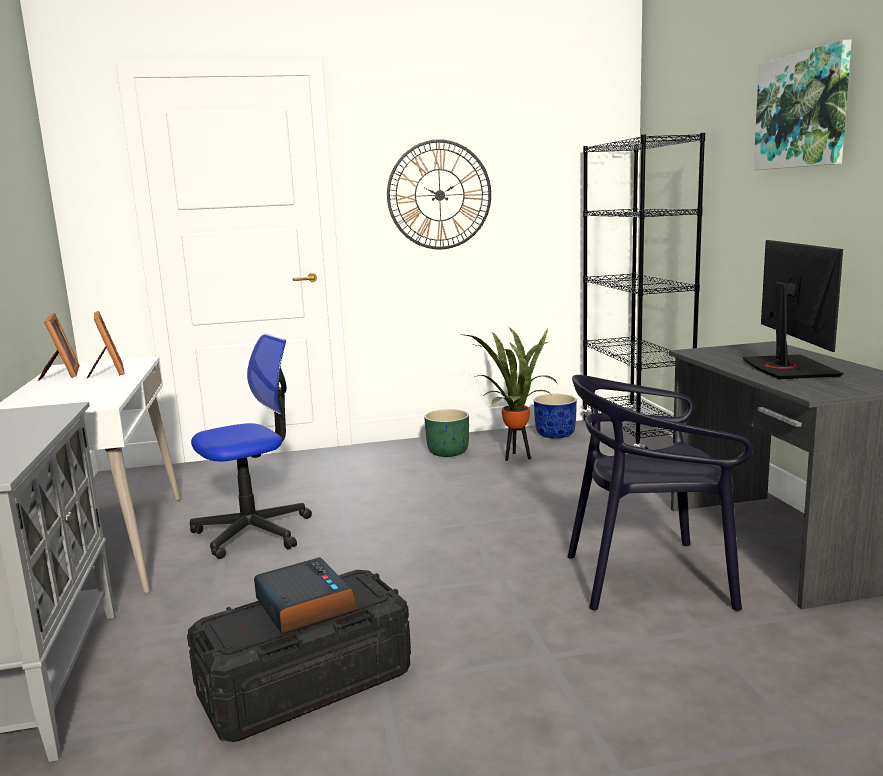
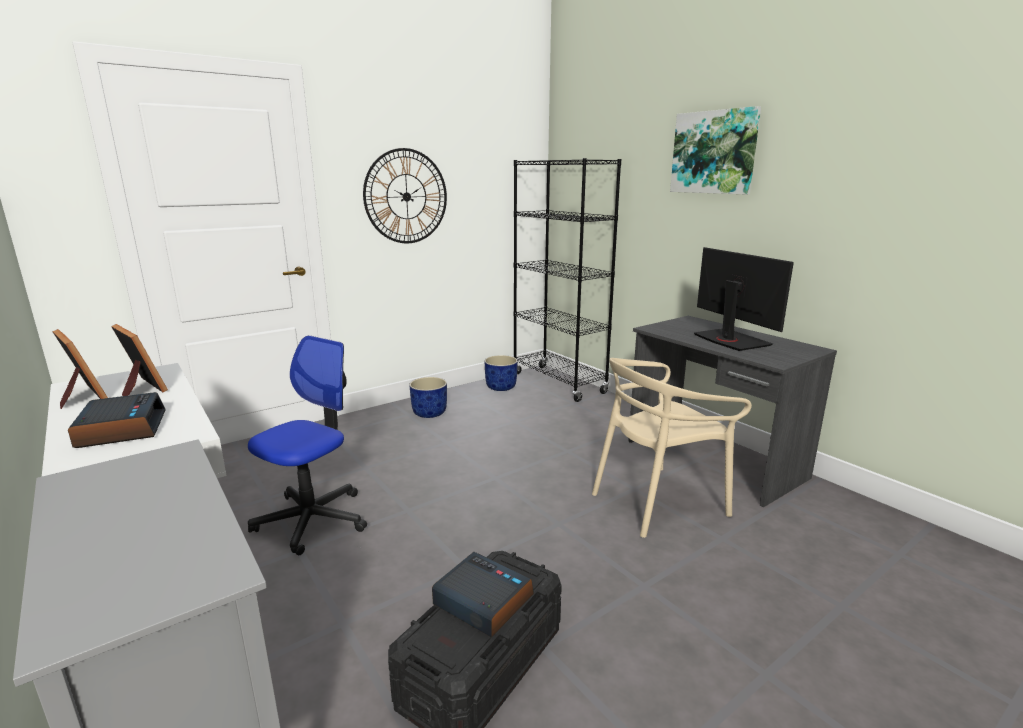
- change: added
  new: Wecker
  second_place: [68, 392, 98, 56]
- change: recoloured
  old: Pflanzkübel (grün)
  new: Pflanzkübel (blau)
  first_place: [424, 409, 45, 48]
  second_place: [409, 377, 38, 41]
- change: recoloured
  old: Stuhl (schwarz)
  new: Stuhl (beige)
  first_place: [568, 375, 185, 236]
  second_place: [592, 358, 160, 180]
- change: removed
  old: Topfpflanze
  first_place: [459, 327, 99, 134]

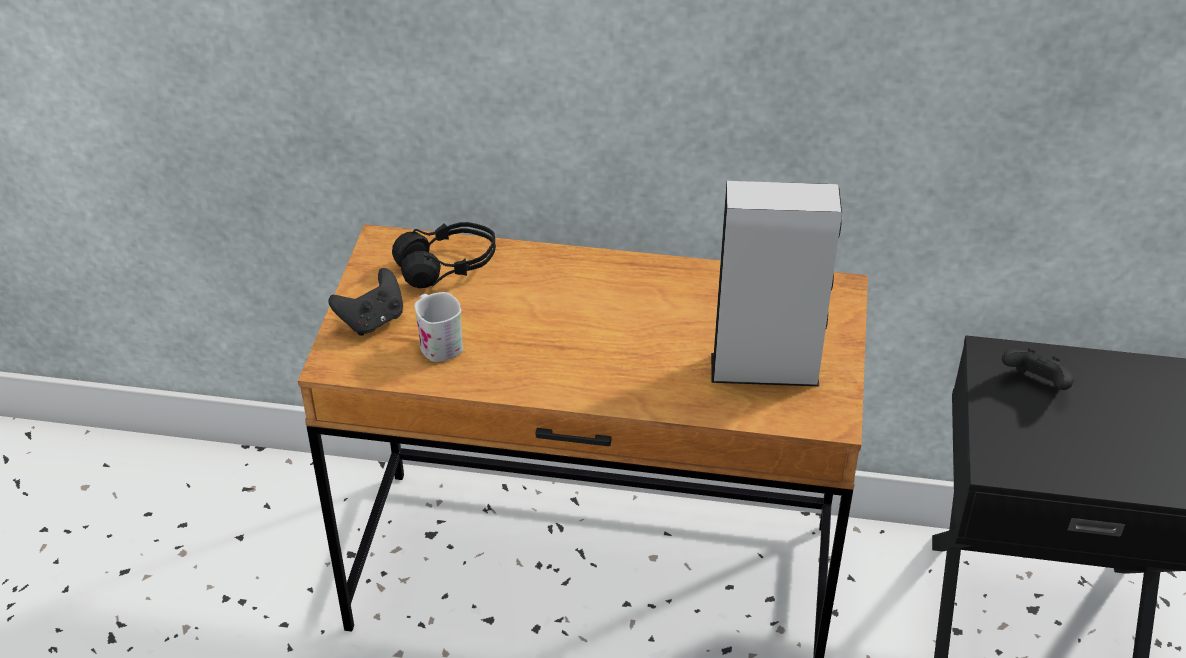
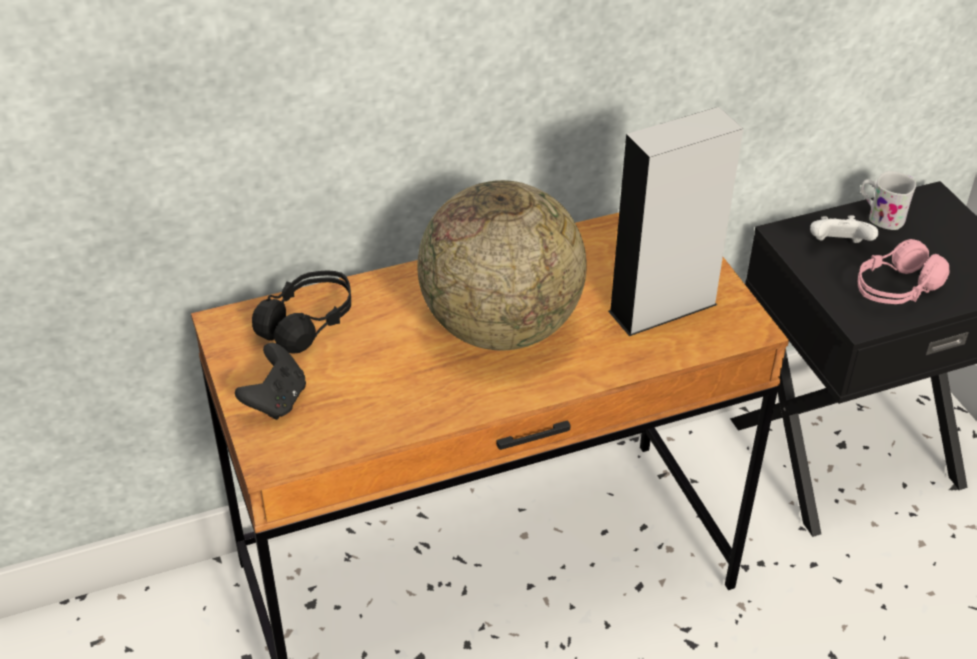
- change: added
  new: Globus
  second_place: [417, 180, 170, 170]
- change: recoloured
  old: Gamepad (schwarz)
  new: Gamepad (weiß)
  first_place: [1002, 348, 72, 42]
  second_place: [810, 215, 68, 28]
- change: added
  new: Kopfhörer (rosa)
  second_place: [858, 239, 91, 65]
- change: moved
  old: Henkelbecher (weiß)
  first_place: [414, 292, 49, 70]
  second_place: [861, 171, 55, 59]

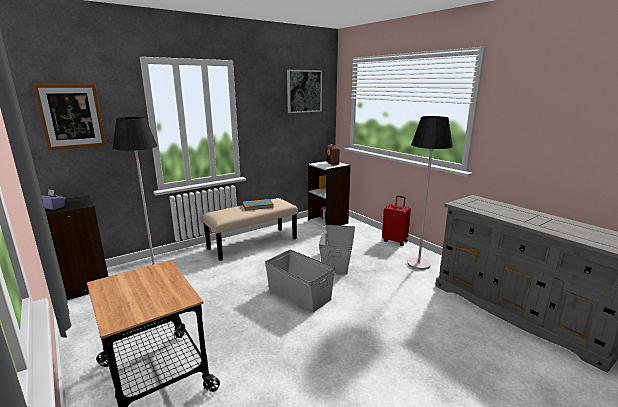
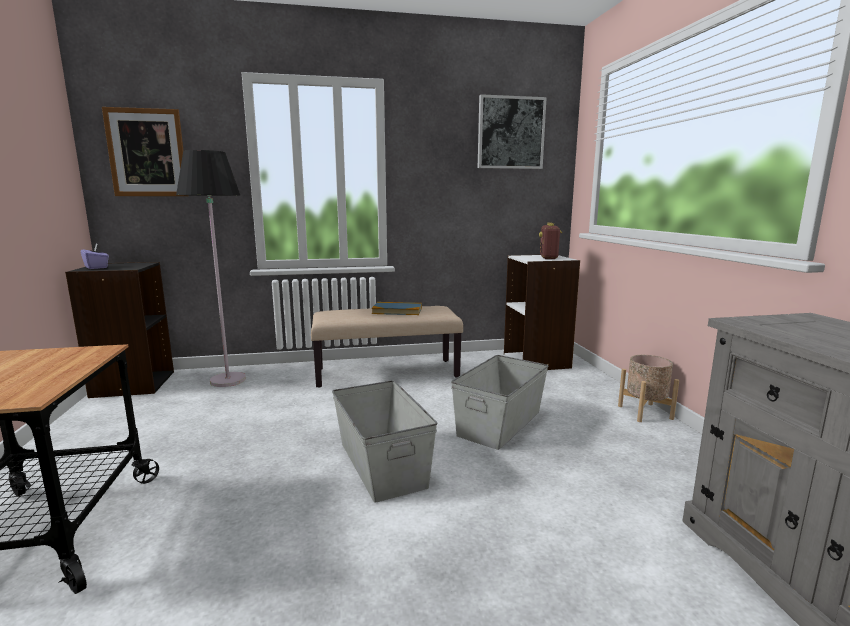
- change: replaced
  old: Koffer (rot)
  new: Pflanzkübel (beige)
  first_place: [382, 196, 29, 50]
  second_place: [618, 355, 61, 67]
- change: removed
  old: Stehlampe (schwarz)
  first_place: [407, 116, 46, 154]

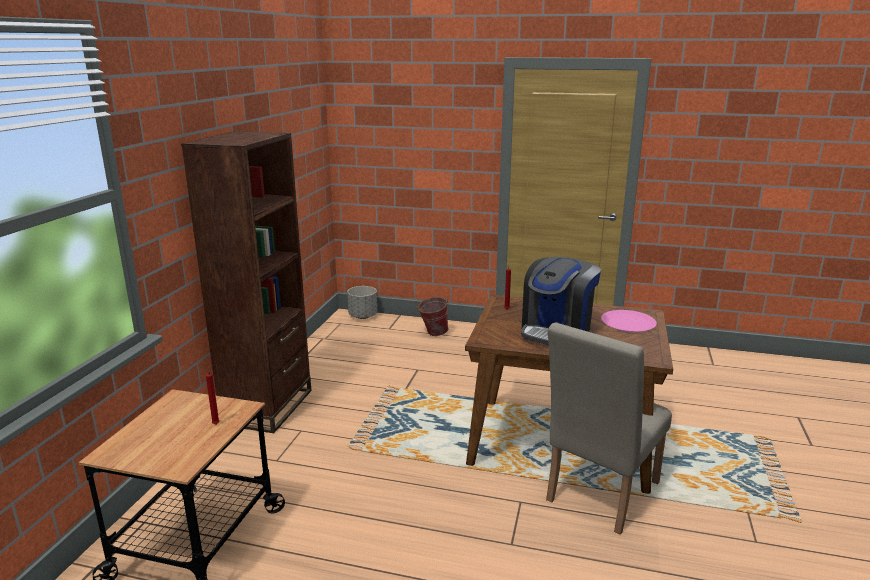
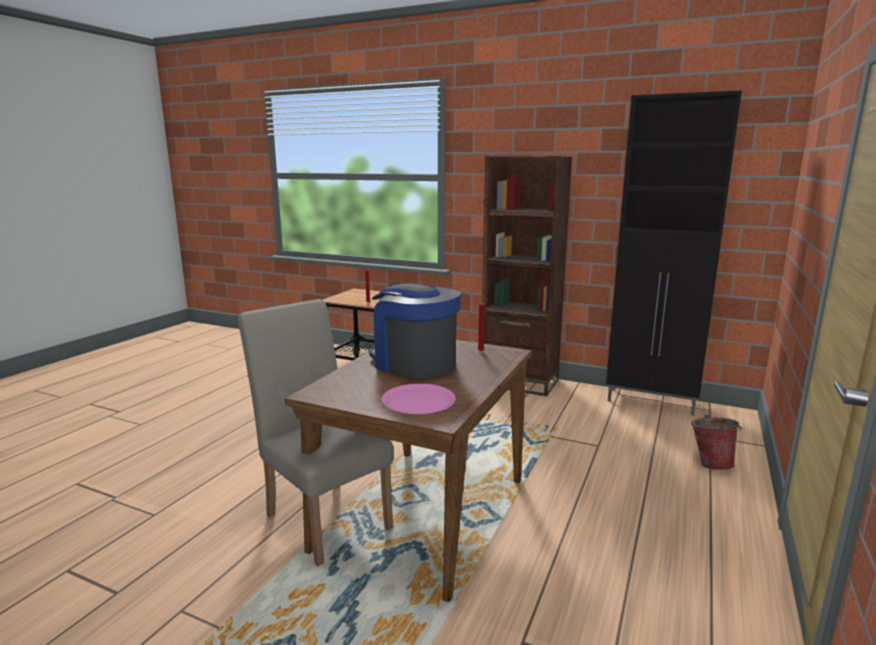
- change: added
  new: Schrank (schwarz)
  second_place: [606, 90, 136, 326]
- change: removed
  old: Pflanzkübel (grau)
  first_place: [347, 286, 30, 33]

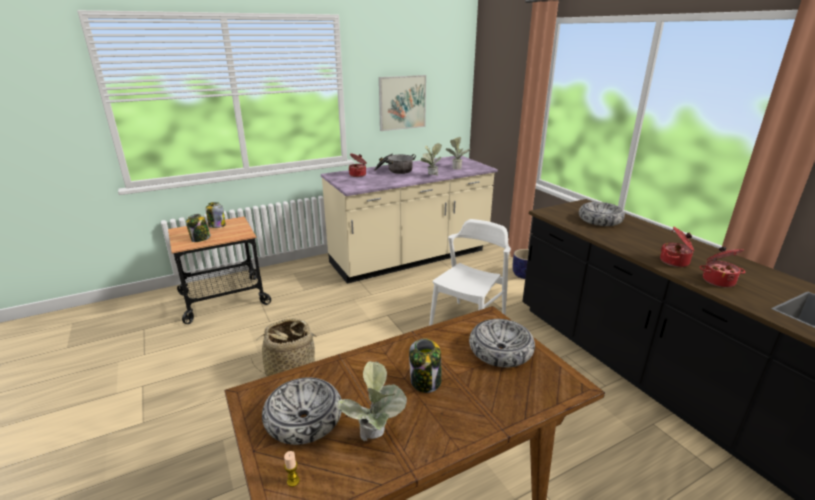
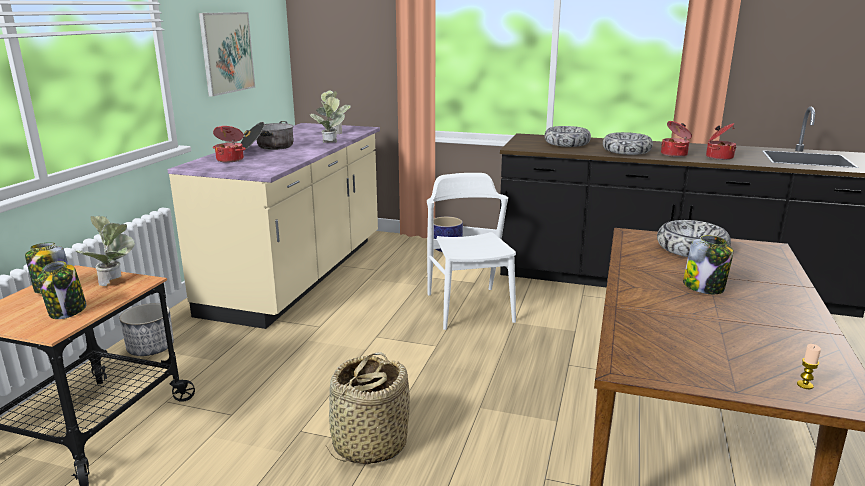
- change: moved
  old: Topfpflanze
  first_place: [338, 361, 69, 80]
  second_place: [76, 216, 59, 70]
- change: added
  new: Pflanzkübel
  second_place: [119, 303, 55, 53]
- change: moved
  old: Schüssel
  first_place: [262, 377, 80, 68]
  second_place: [603, 132, 50, 23]

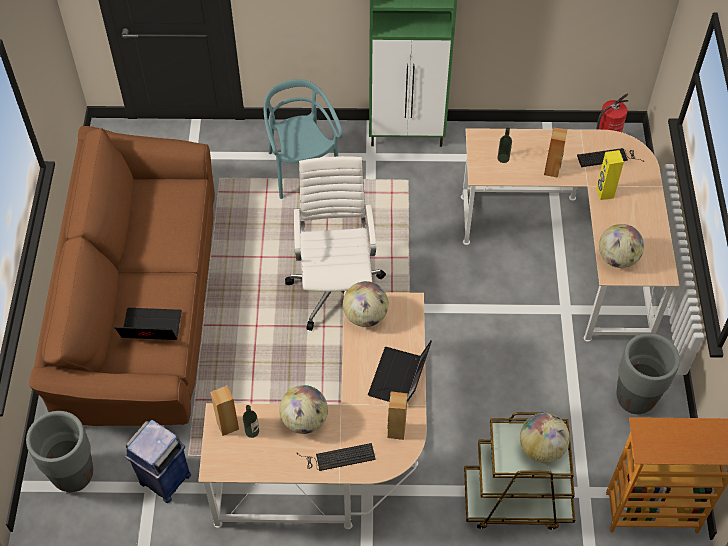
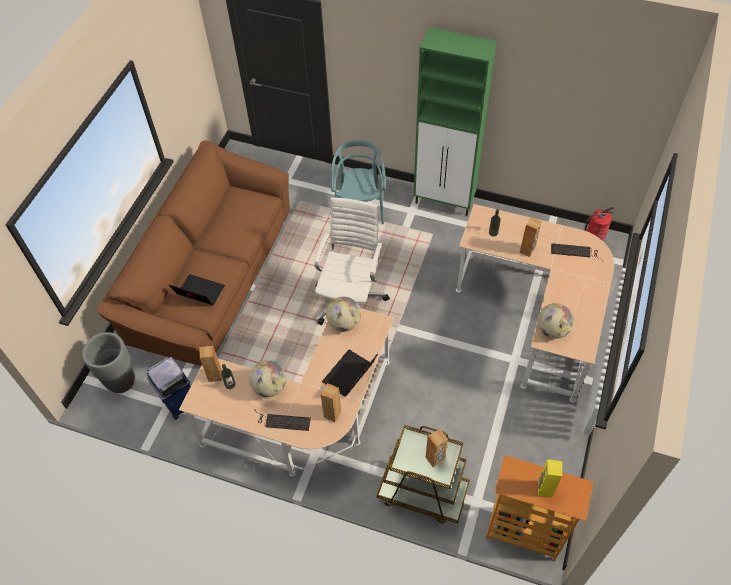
- change: replaced
  old: Globus
  new: Lautsprecher (braun)
  first_place: [520, 413, 50, 50]
  second_place: [426, 429, 22, 38]
- change: moved
  old: Lautsprecher (gelb)
  first_place: [596, 150, 28, 50]
  second_place: [538, 459, 24, 38]
- change: removed
  old: Pflanzkübel (grau)
  first_place: [616, 333, 64, 81]

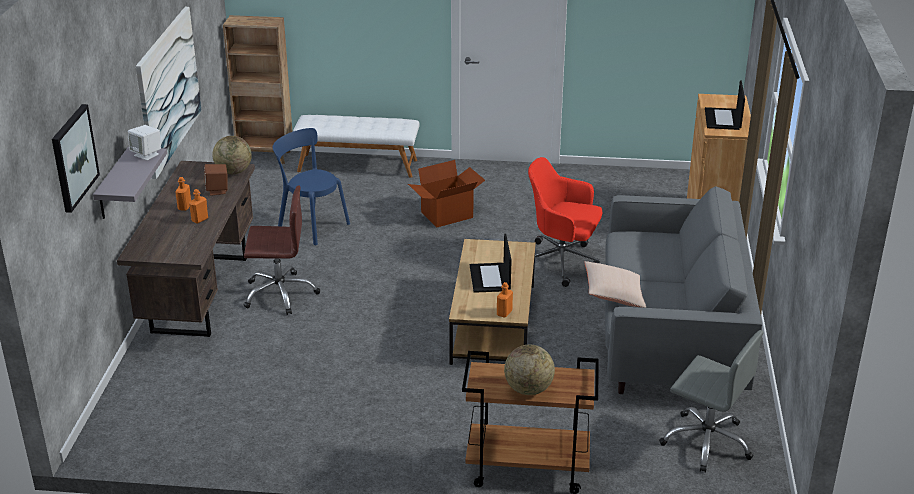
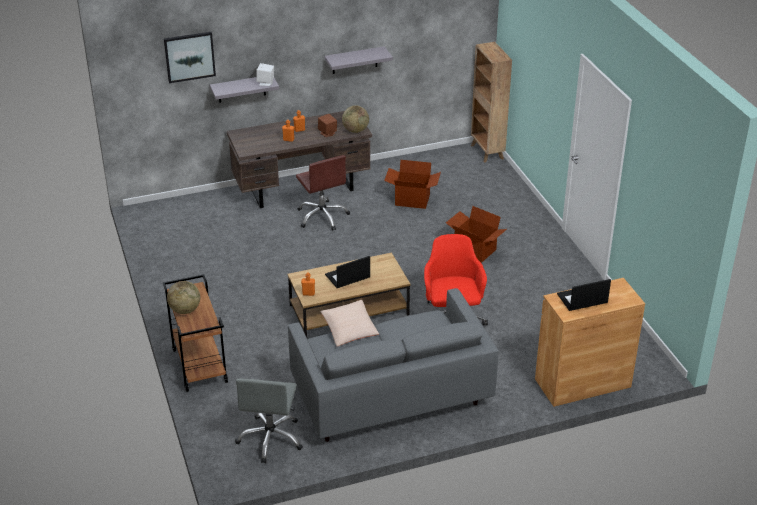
- change: replaced
  old: Bild
  new: Wandregal (grau)
  first_place: [136, 7, 66, 172]
  second_place: [325, 46, 68, 28]
- change: replaced
  old: Stuhl (blau)
  new: Karton
  first_place: [272, 128, 78, 117]
  second_place: [384, 160, 57, 49]
- change: removed
  old: Bank (weiß)
  first_place: [293, 115, 126, 63]

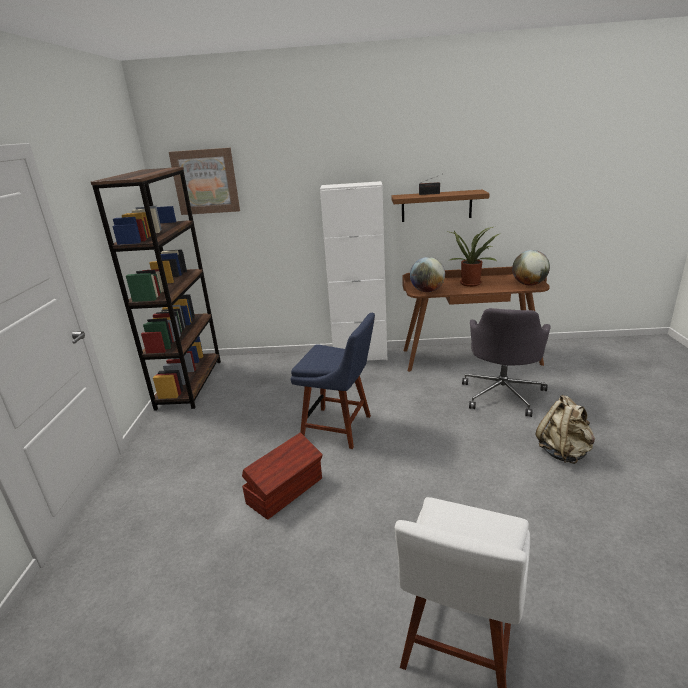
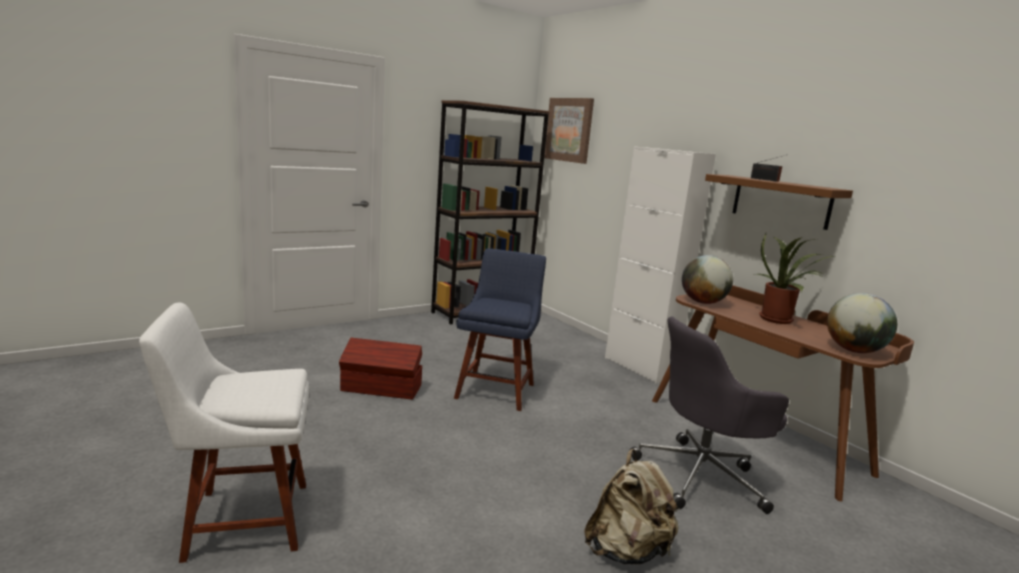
- change: turned
  old: Stuhl (blau)
  first_place: [291, 313, 84, 136]
  second_place: [454, 248, 92, 163]
  degrees: -150

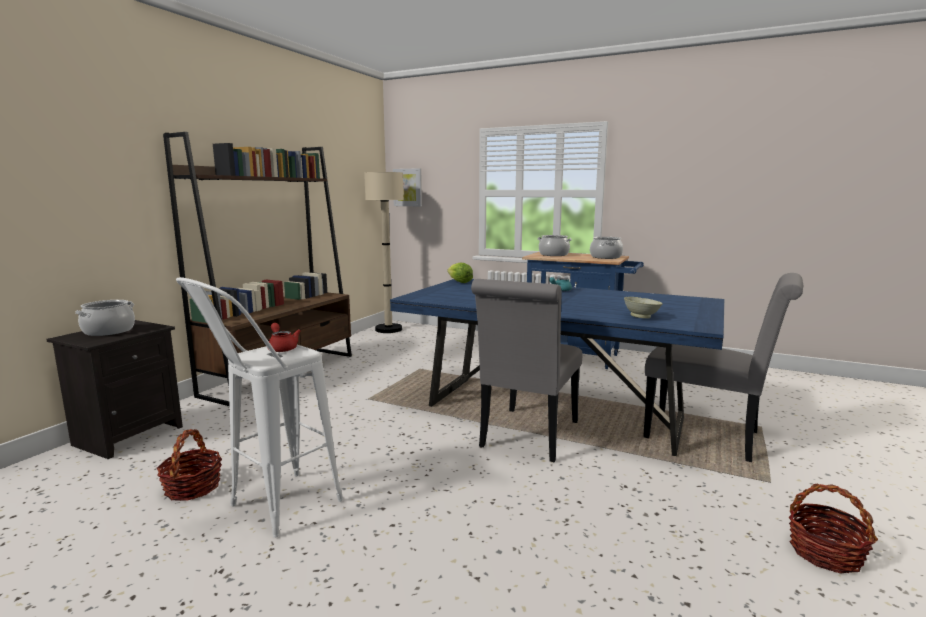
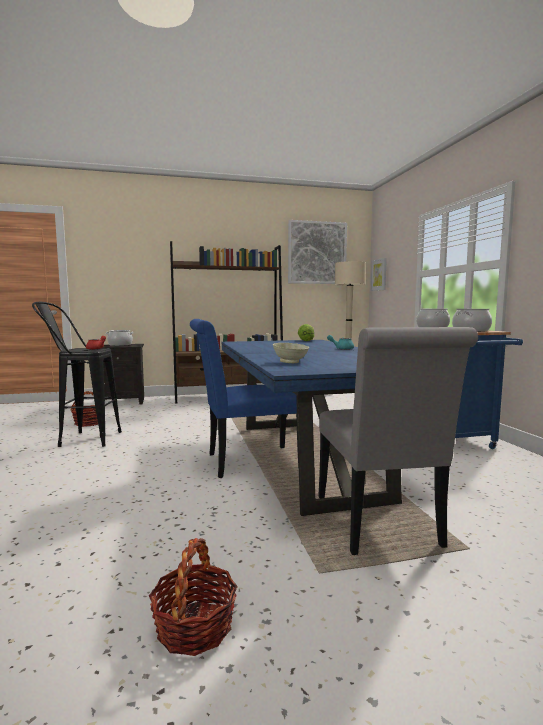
- change: recoloured
  old: Hocker (weiß)
  new: Hocker (schwarz)
  first_place: [176, 277, 167, 261]
  second_place: [32, 302, 90, 145]
- change: recoloured
  old: Stuhl (grau)
  new: Stuhl (blau)
  first_place: [471, 279, 111, 183]
  second_place: [190, 319, 109, 159]
- change: added
  new: Bild
  second_place: [288, 220, 59, 64]

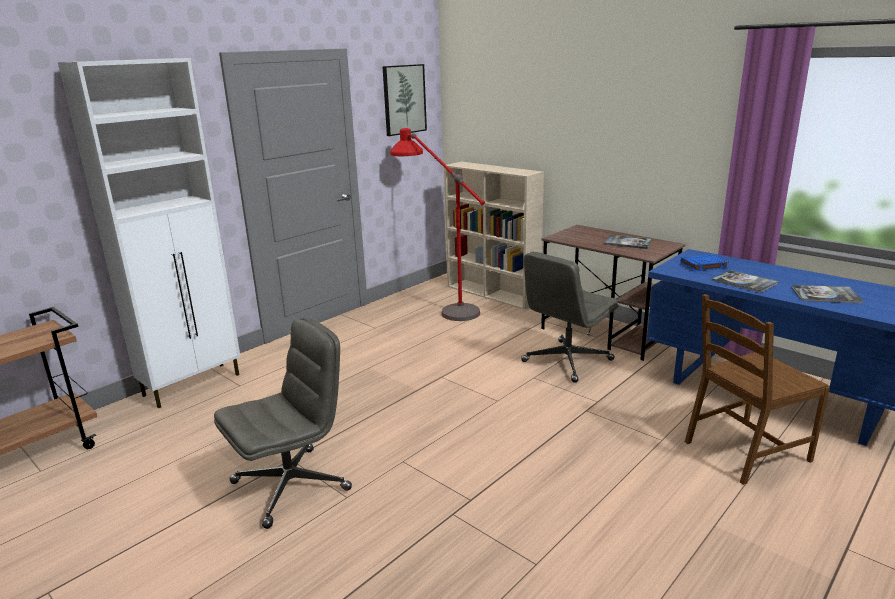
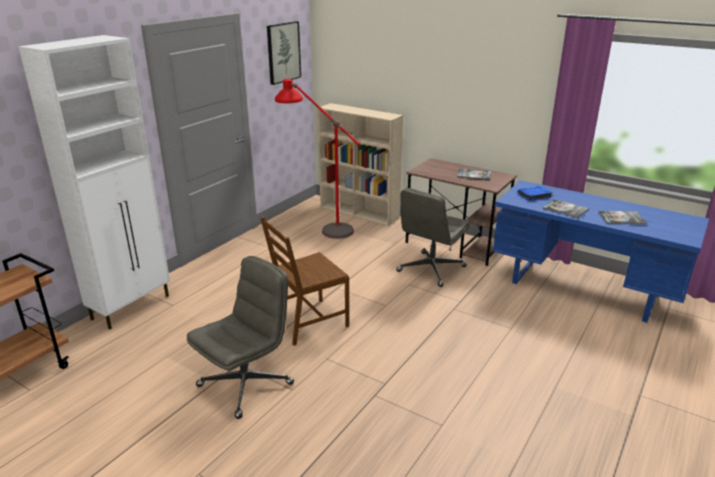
- change: moved
  old: Stuhl (braun)
  first_place: [685, 294, 145, 191]
  second_place: [260, 217, 89, 129]

